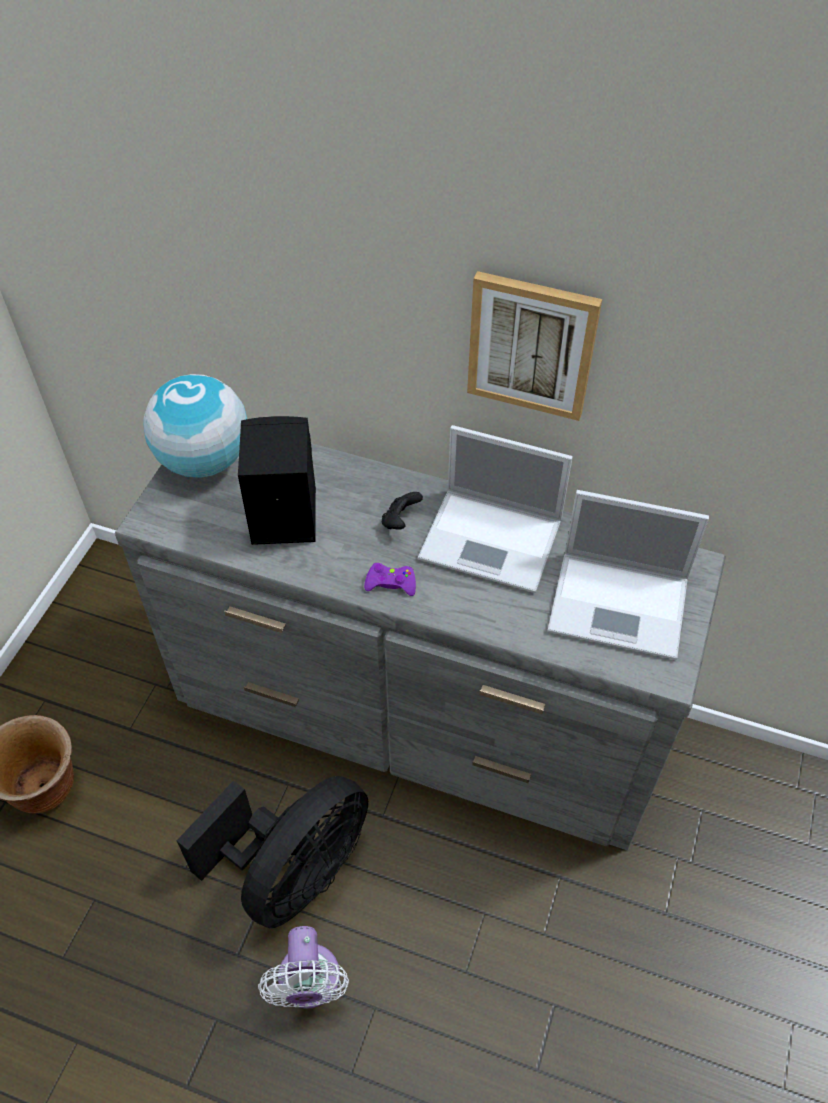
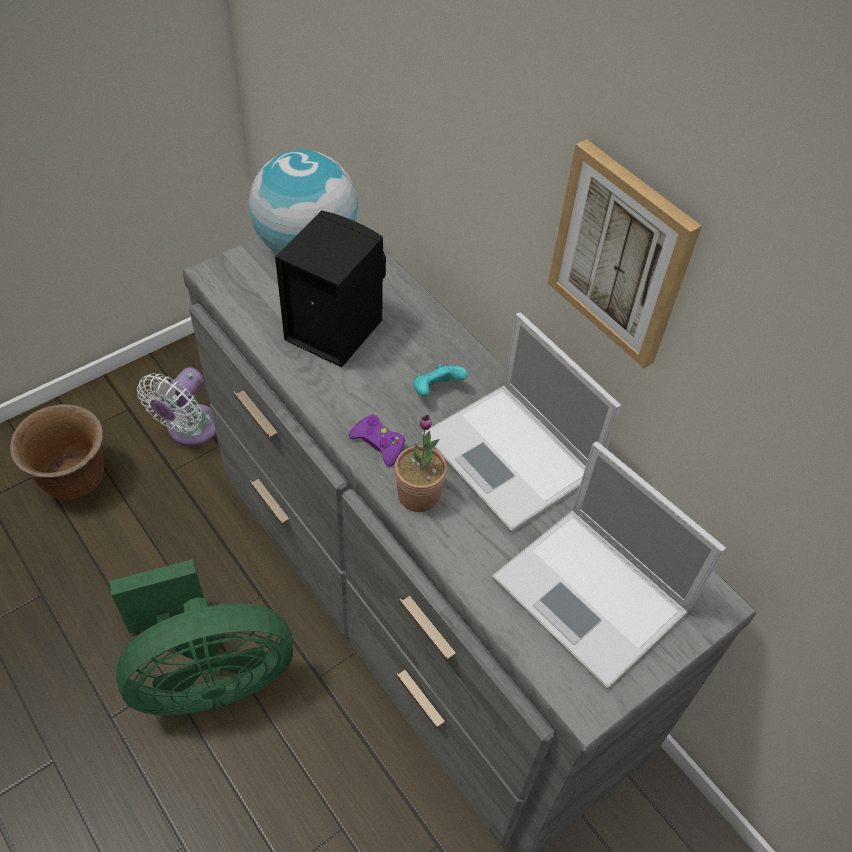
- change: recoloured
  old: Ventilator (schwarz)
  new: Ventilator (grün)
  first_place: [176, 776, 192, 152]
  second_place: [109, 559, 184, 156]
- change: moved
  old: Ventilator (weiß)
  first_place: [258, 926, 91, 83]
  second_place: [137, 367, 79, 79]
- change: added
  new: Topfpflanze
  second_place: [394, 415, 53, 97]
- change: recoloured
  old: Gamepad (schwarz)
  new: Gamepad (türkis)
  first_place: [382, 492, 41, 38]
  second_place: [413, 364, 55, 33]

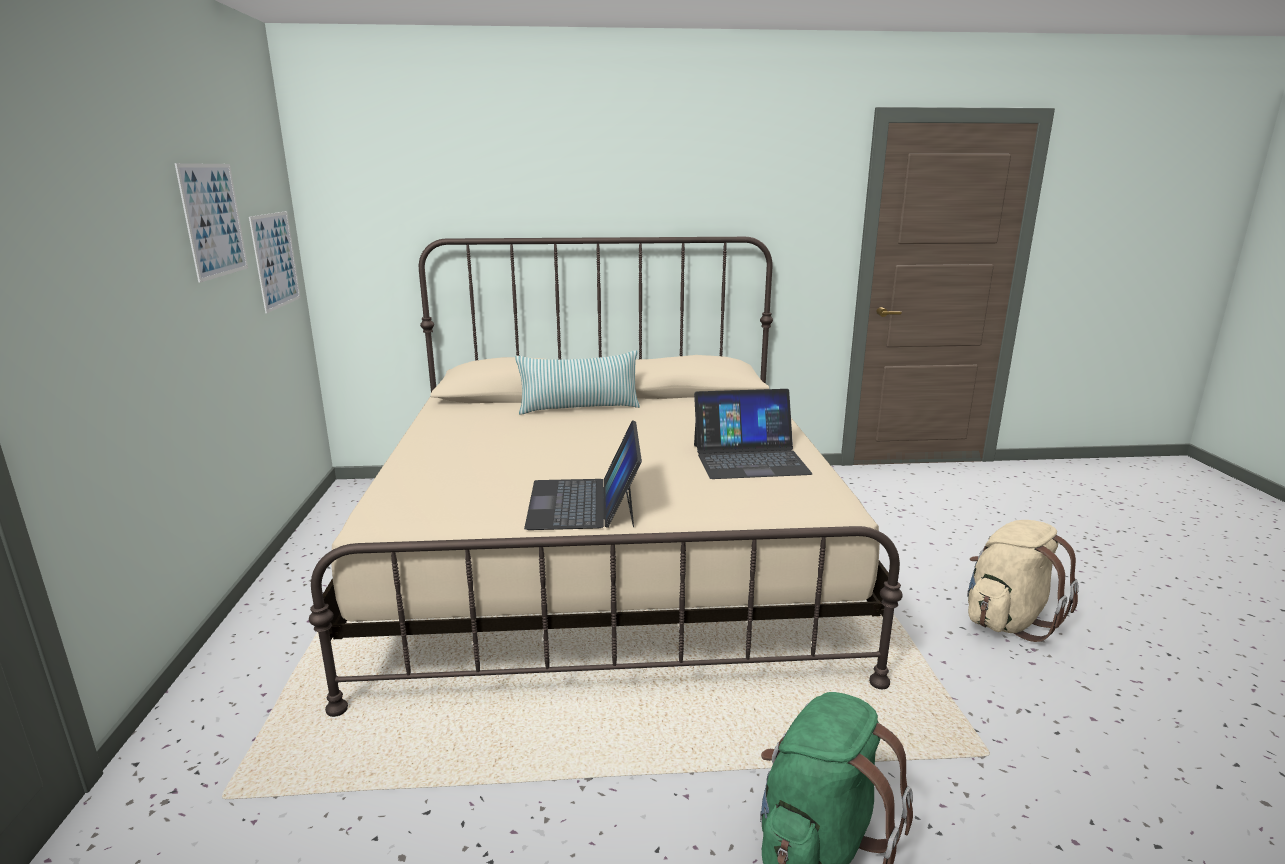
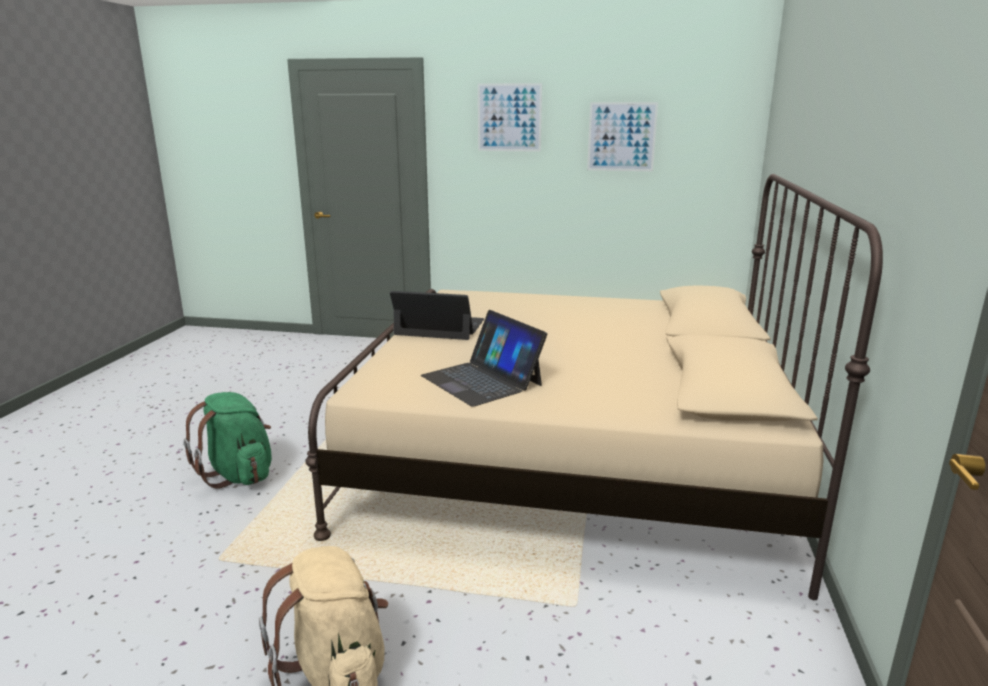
- change: turned
  old: Laptop
  first_place: [694, 389, 119, 90]
  second_place: [421, 310, 126, 97]
  degrees: -45
- change: moved
  old: Bild
  first_place: [249, 211, 51, 102]
  second_place: [478, 83, 64, 69]
- change: removed
  old: Kissen
  first_place: [515, 350, 125, 65]

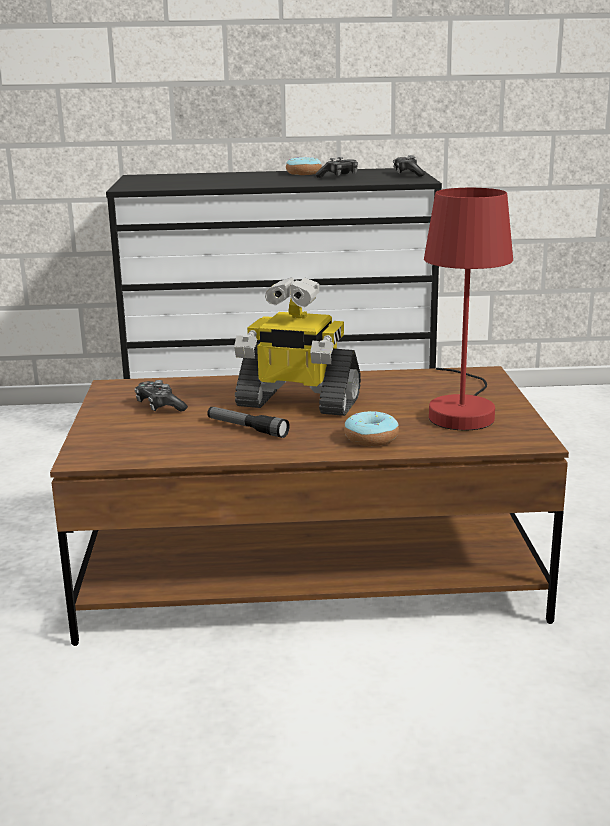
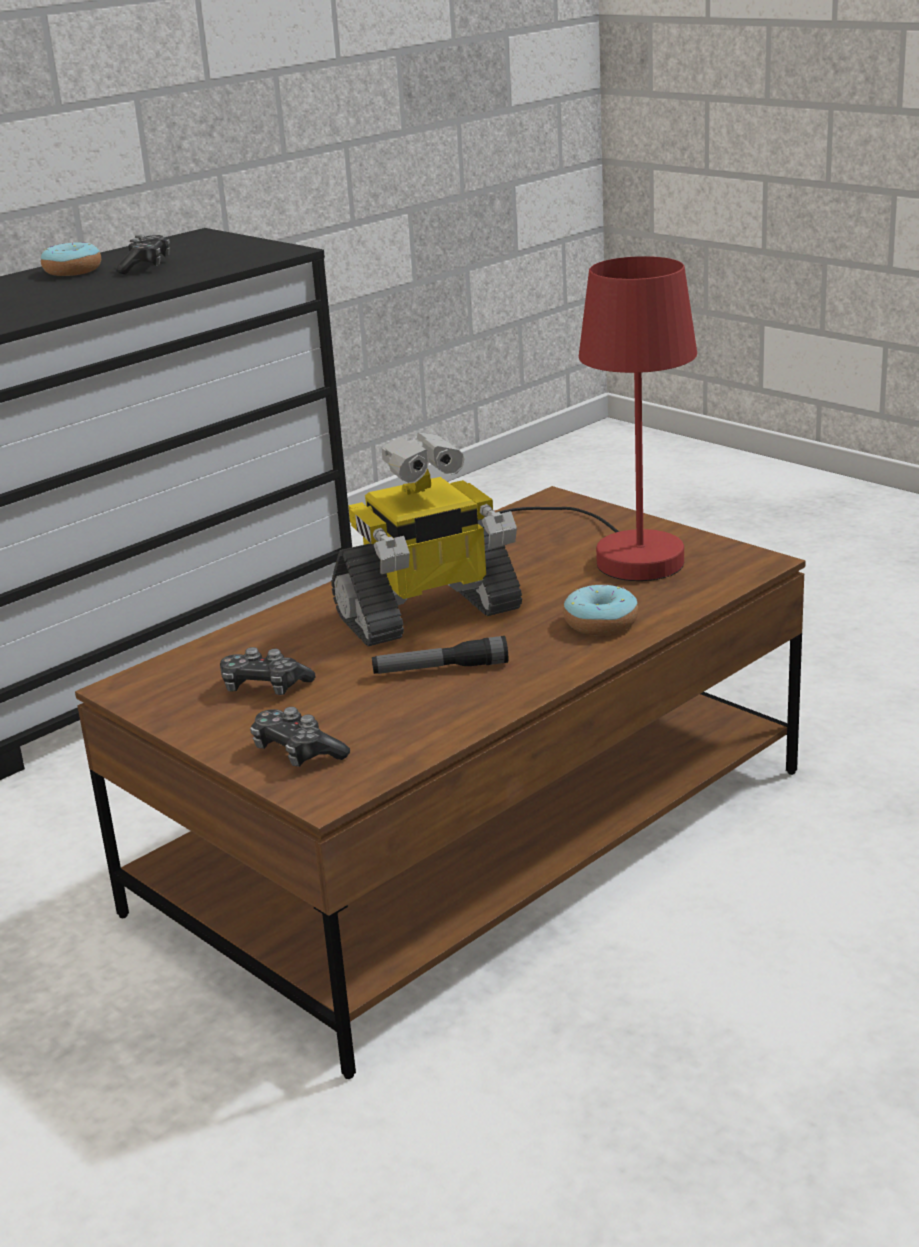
- change: moved
  old: Gamepad
  first_place: [393, 155, 32, 22]
  second_place: [250, 707, 100, 60]

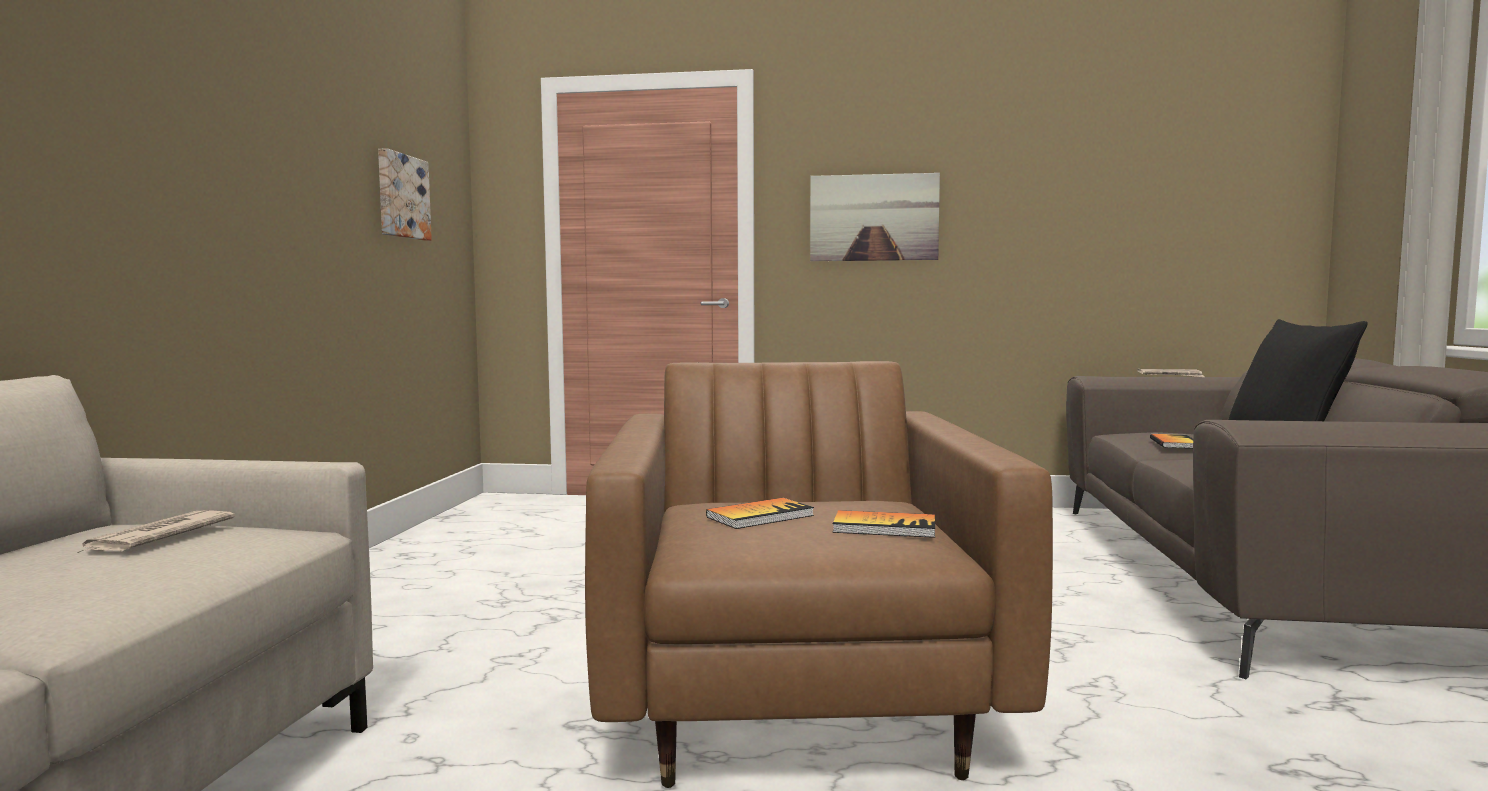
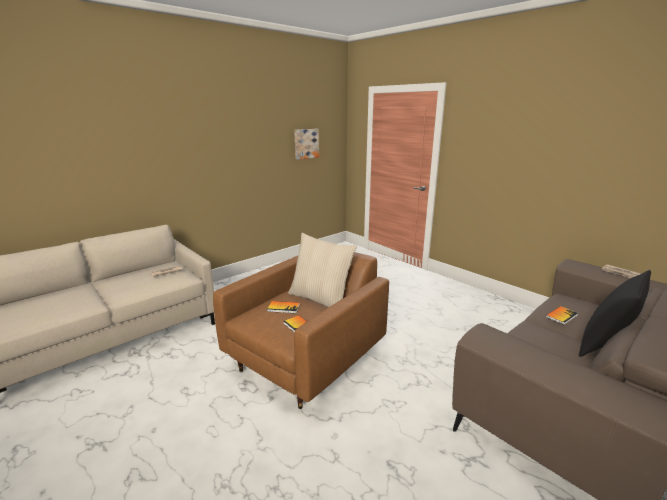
- change: added
  new: Kissen (beige)
  second_place: [288, 233, 69, 74]
- change: removed
  old: Bild
  first_place: [810, 173, 130, 88]

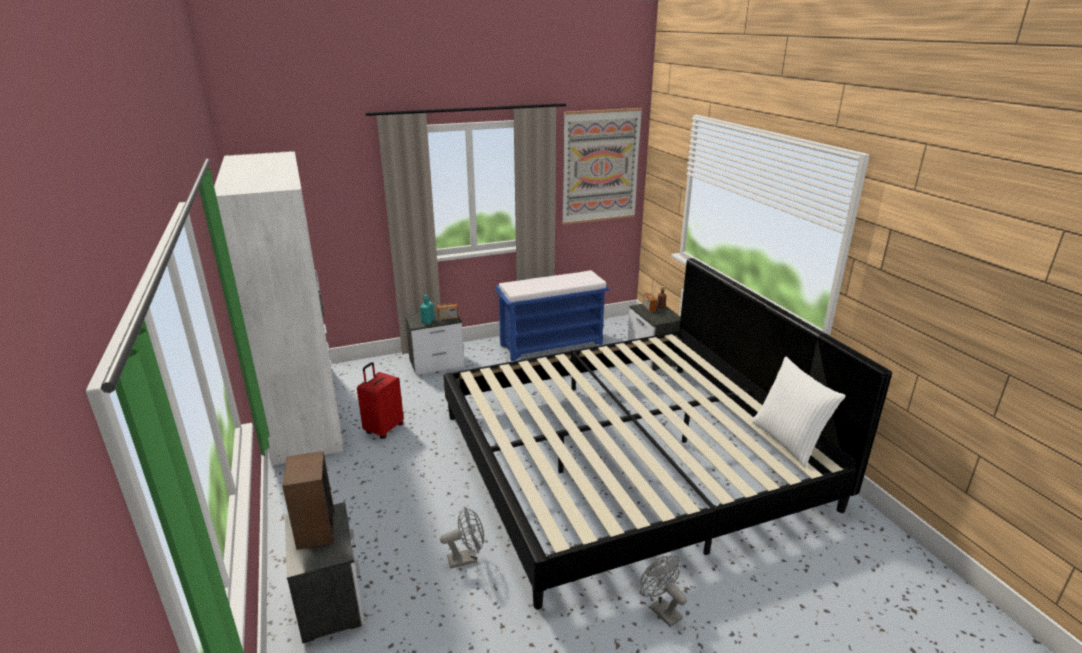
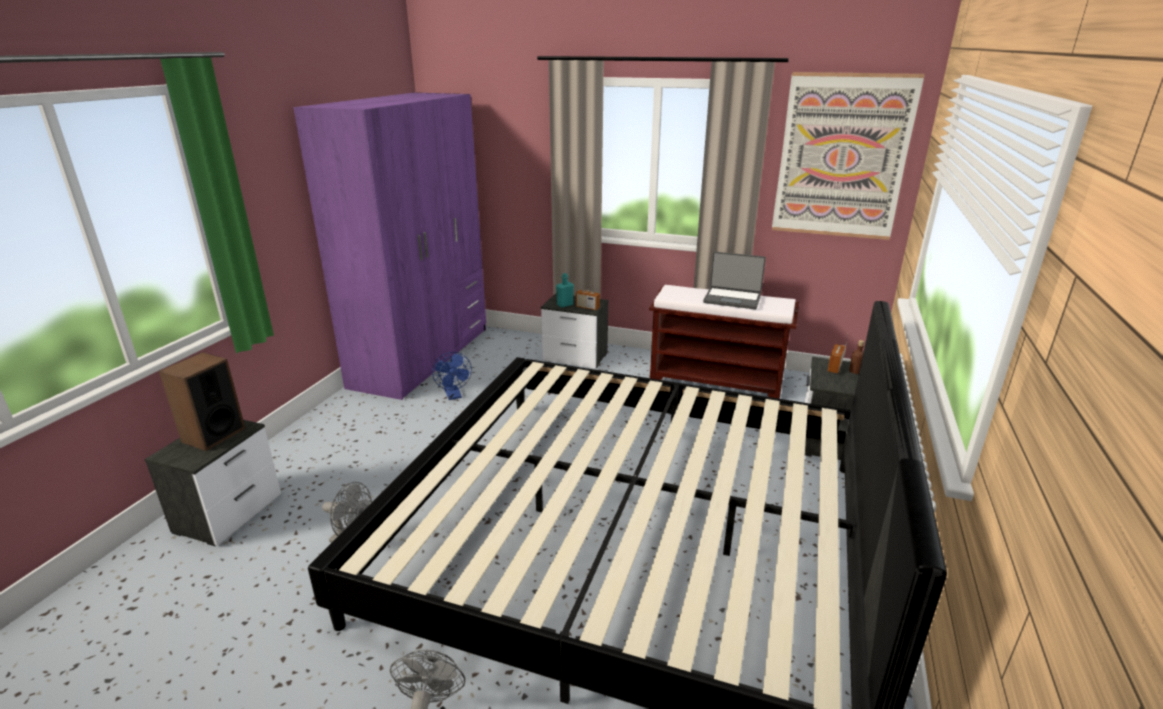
- change: recoloured
  old: Kleiderschrank (weiß)
  new: Kleiderschrank (lila)
  first_place: [214, 151, 129, 315]
  second_place: [293, 92, 193, 308]
- change: replaced
  old: Koffer (rot)
  new: Ventilator (blau)
  first_place: [357, 362, 47, 77]
  second_place: [432, 352, 40, 48]
- change: recoloured
  old: Bank (blau)
  new: Bank (braun)
  first_place: [495, 270, 115, 91]
  second_place: [649, 285, 150, 114]
- change: added
  new: Laptop
  second_place: [703, 252, 63, 57]
- change: removed
  old: Kissen (weiß)
  first_place: [751, 357, 95, 111]

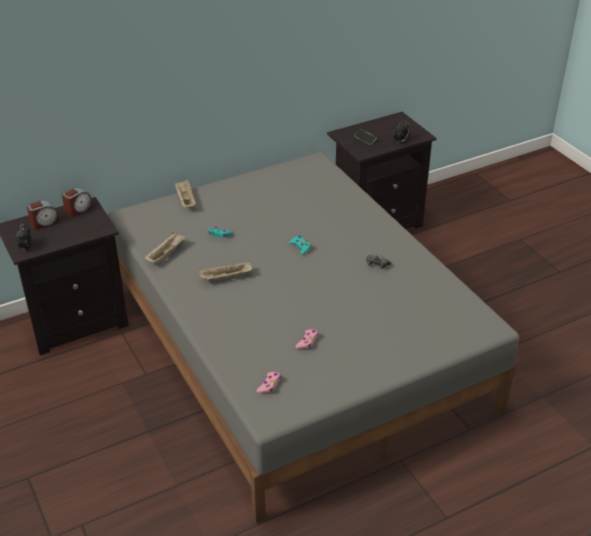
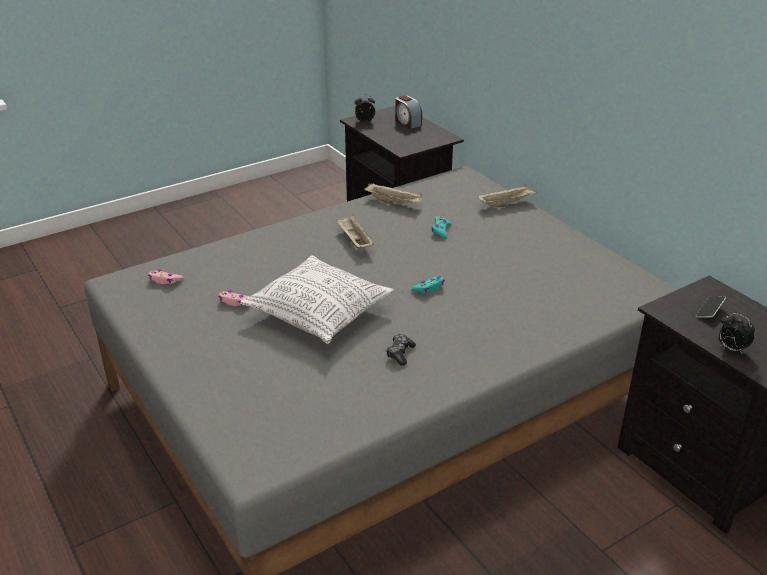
- change: added
  new: Kissen
  second_place: [240, 255, 154, 89]
- change: removed
  old: Wecker
  first_place: [62, 187, 31, 30]

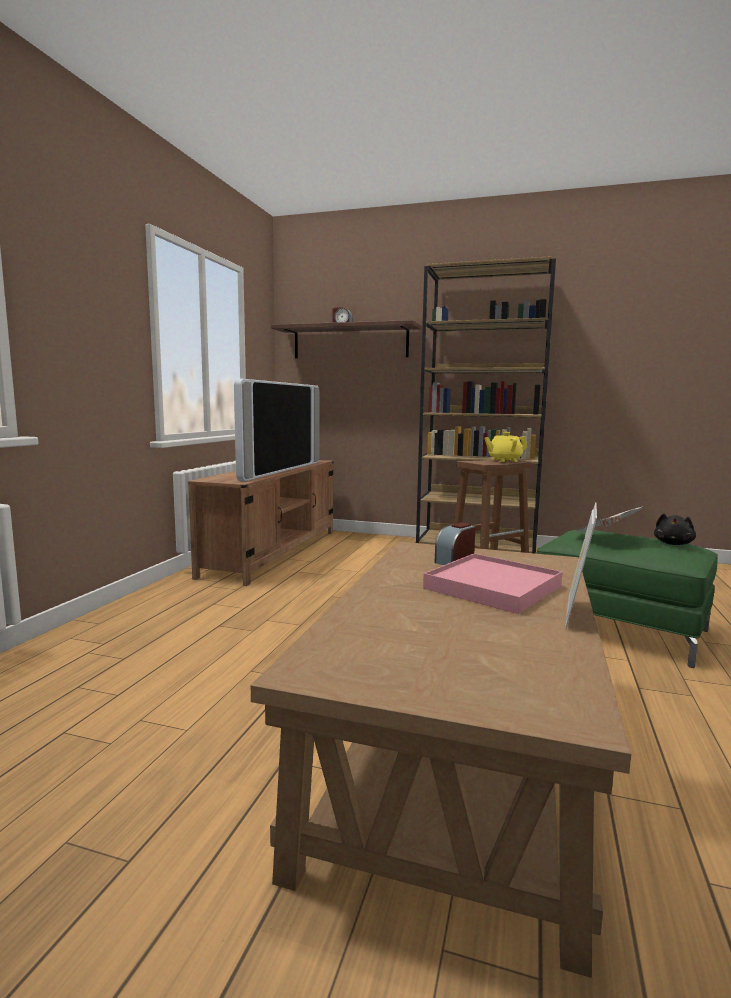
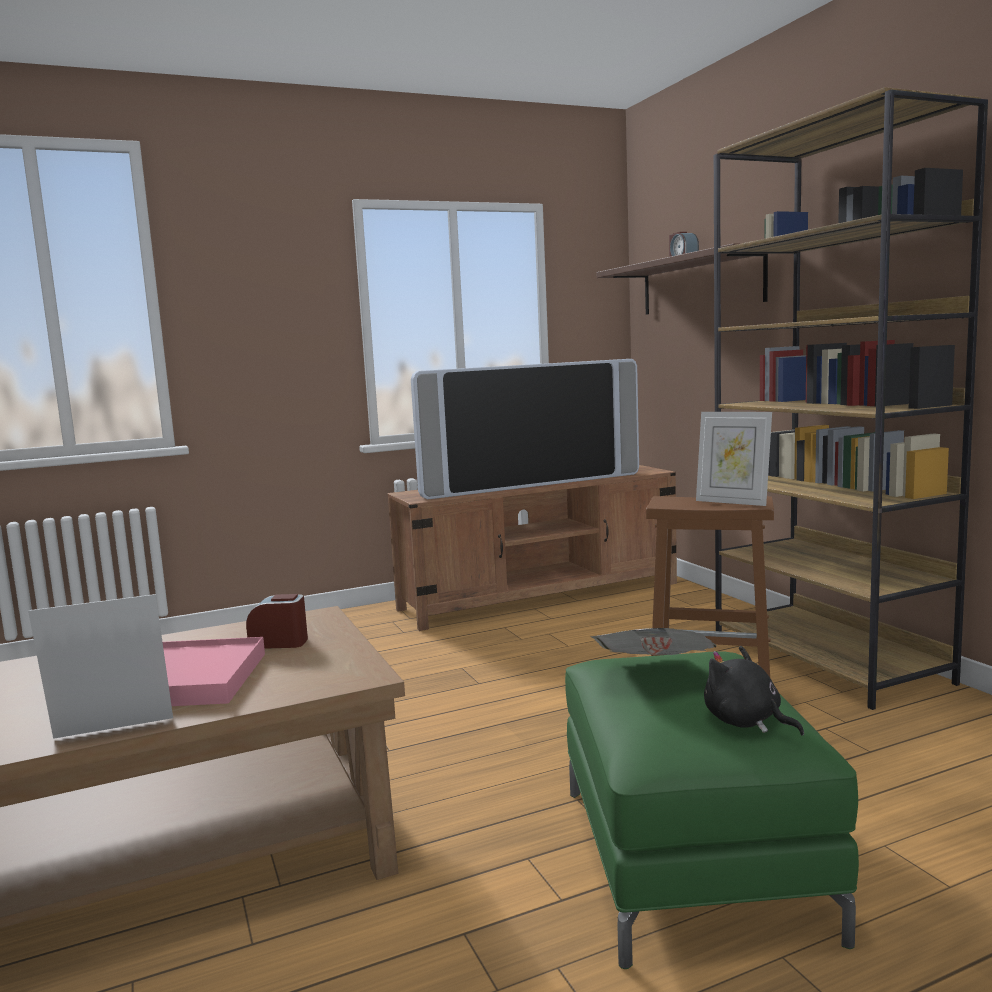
- change: replaced
  old: Teekanne (gelb)
  new: Bilderrahmen
  first_place: [484, 432, 43, 30]
  second_place: [696, 412, 76, 94]
- change: turned
  old: Plüschtier (schwarz)
  first_place: [654, 513, 42, 32]
  second_place: [704, 646, 100, 90]
  degrees: 60

